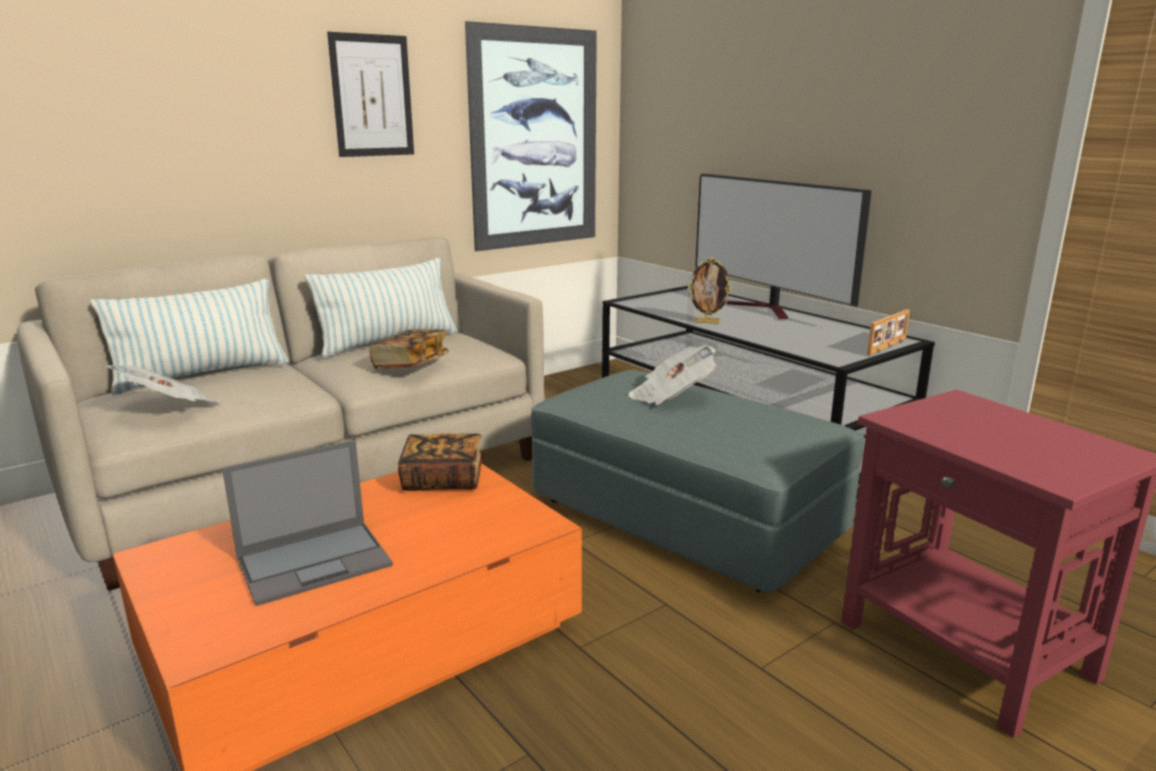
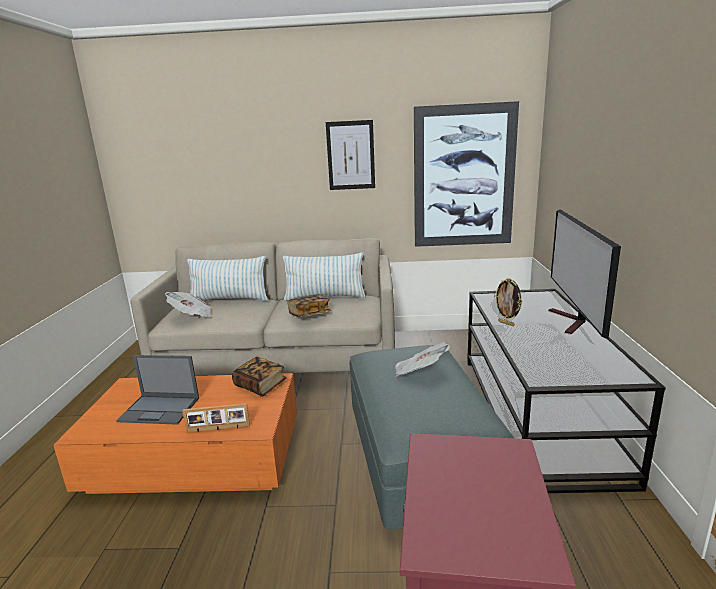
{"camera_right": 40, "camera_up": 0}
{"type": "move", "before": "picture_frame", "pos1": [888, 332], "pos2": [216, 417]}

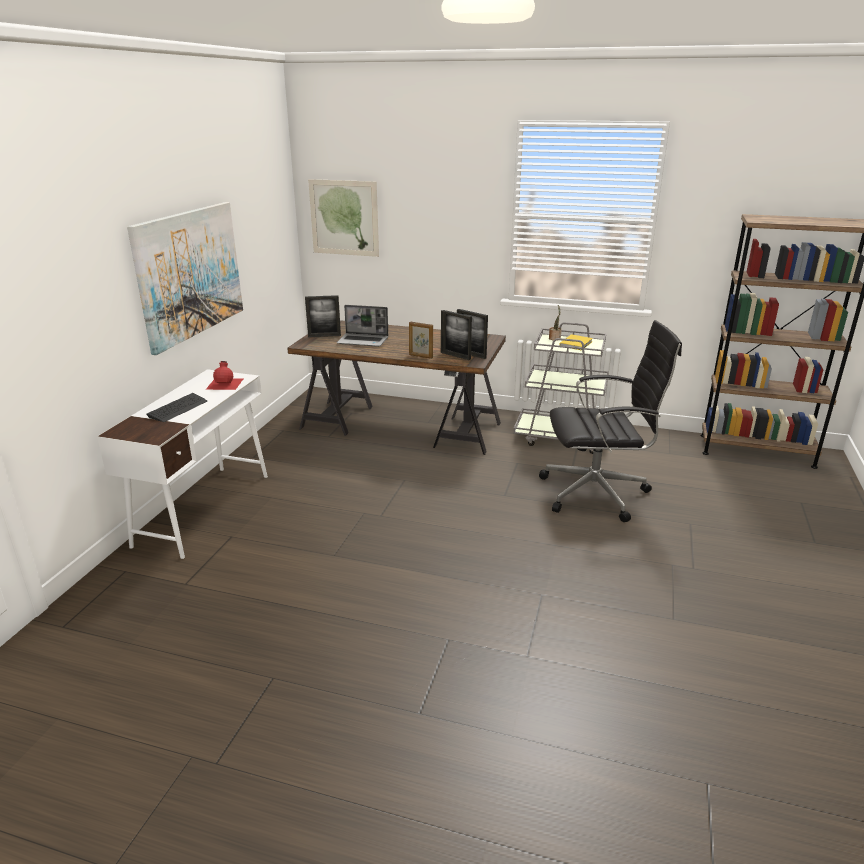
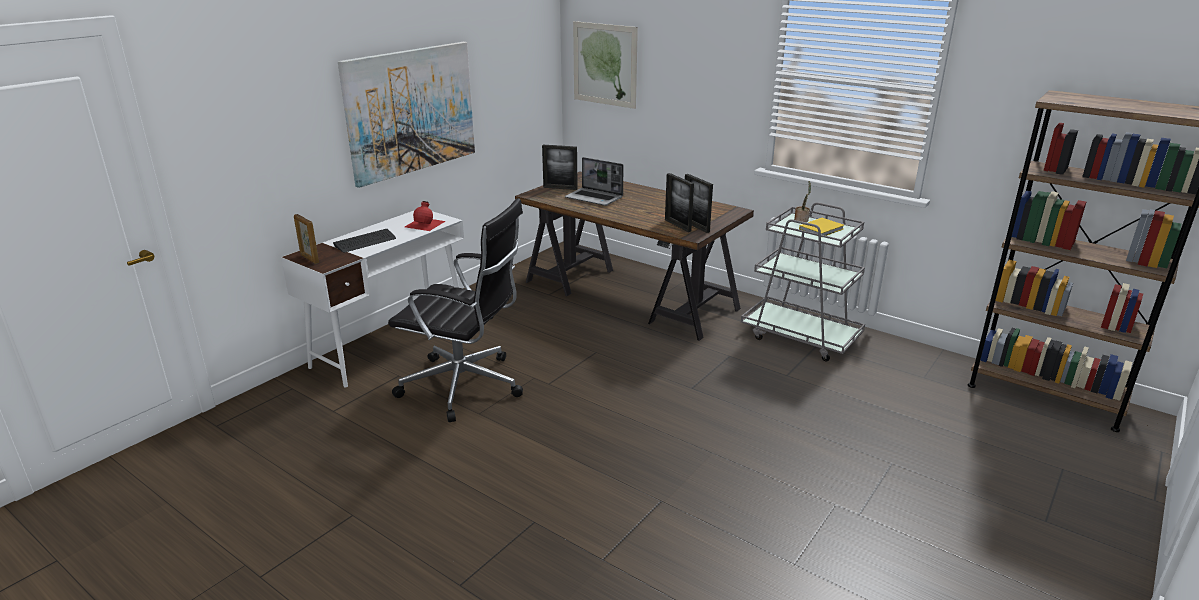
{"camera_right": 20, "camera_up": 0}
{"type": "move", "before": "picture_frame", "pos1": [421, 340], "pos2": [306, 239]}
{"type": "move", "before": "black_office_chair", "pos1": [610, 421], "pos2": [455, 310]}

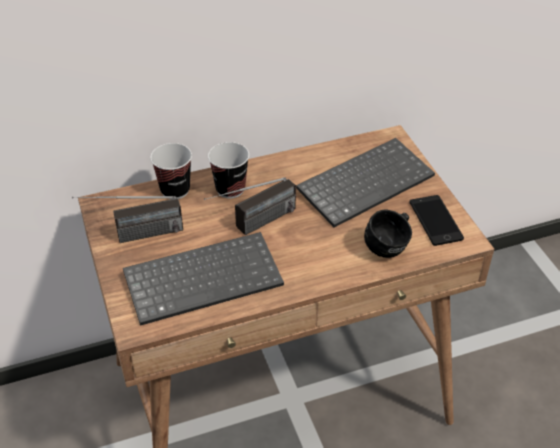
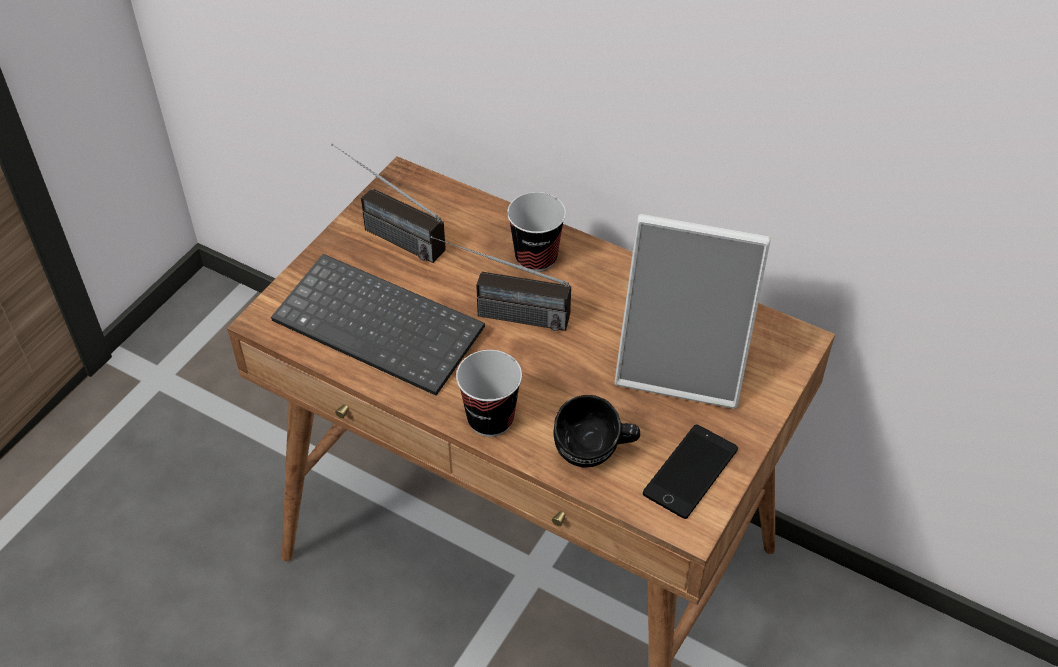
{"camera_right": 50, "camera_up": 5}
{"type": "move", "before": "cup", "pos1": [171, 171], "pos2": [489, 393]}
{"type": "replace", "before": "keyboard", "after": "picture_frame", "pos1": [365, 182], "pos2": [692, 311]}

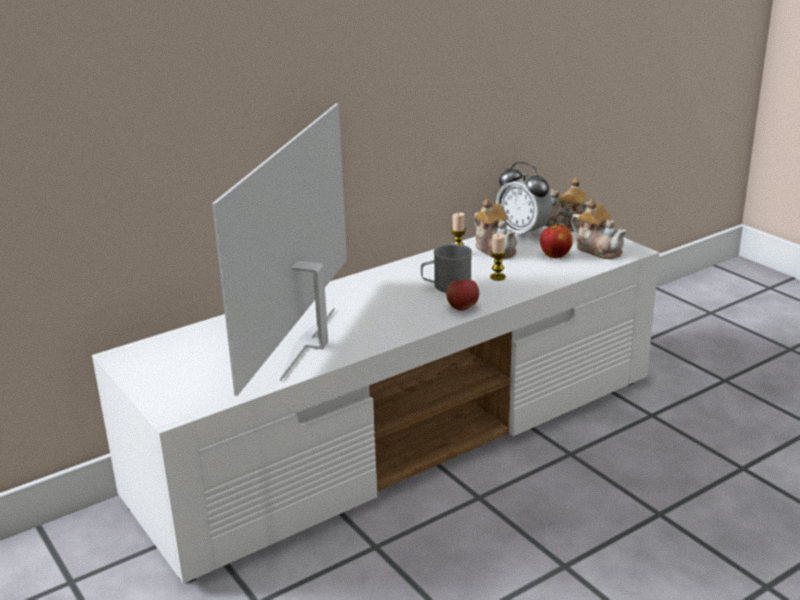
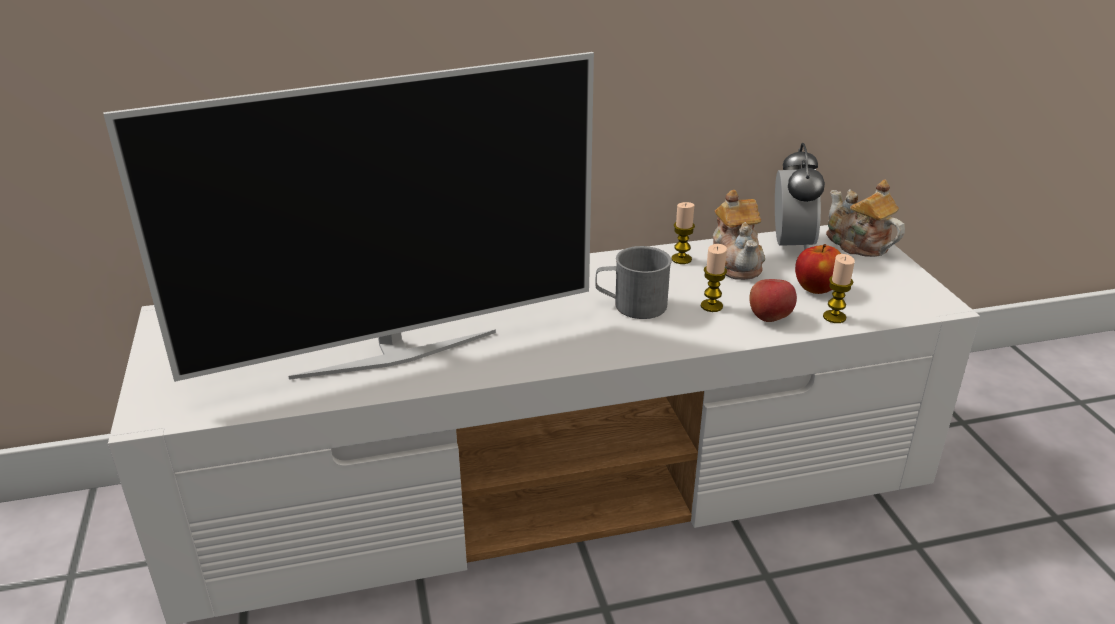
{"camera_right": 20, "camera_up": 5}
{"type": "delete", "before": "teapot", "pos1": [599, 229]}
{"type": "insert", "after": "candle", "pos2": [839, 288]}
{"type": "move", "before": "apple", "pos1": [462, 295], "pos2": [773, 300]}
{"type": "rotate", "before": "television", "pos1": [279, 249], "pos2": [348, 217], "turn": -150}
{"type": "rotate", "before": "alarm_clock", "pos1": [524, 201], "pos2": [800, 196], "turn": -150}

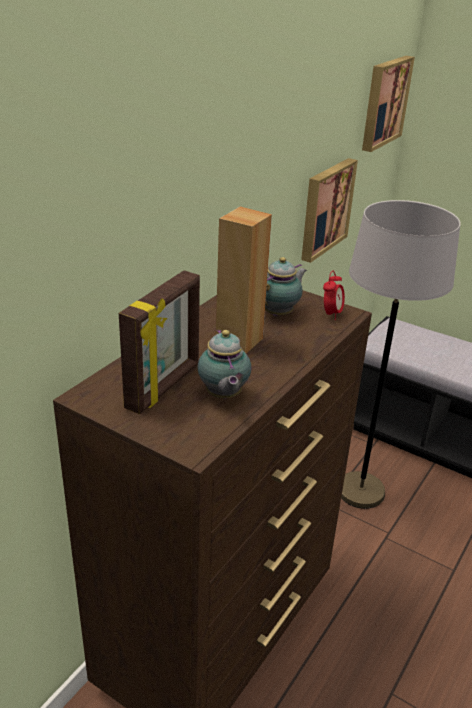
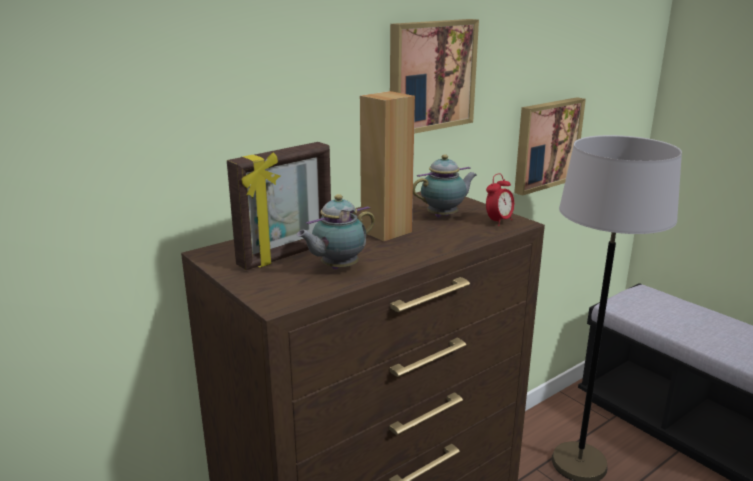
{"camera_right": 20, "camera_up": -10}
{"type": "move", "before": "picture", "pos1": [388, 104], "pos2": [434, 76]}
{"type": "rotate", "before": "teapot", "pos1": [224, 364], "pos2": [336, 231], "turn": 45}

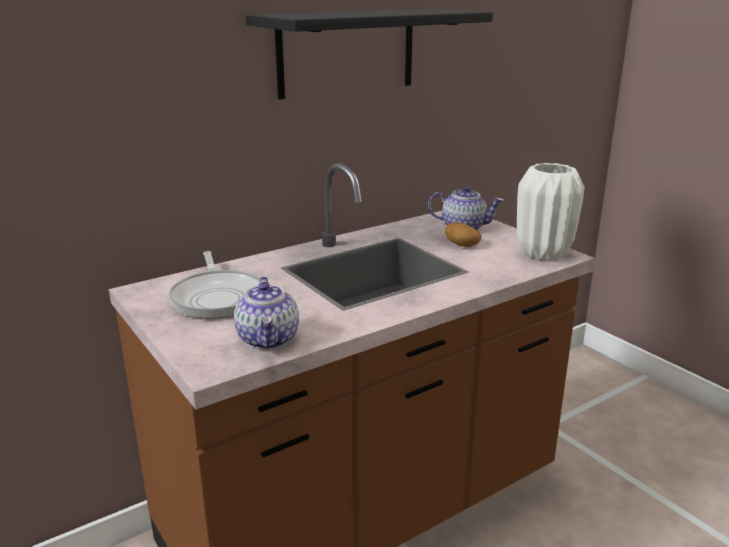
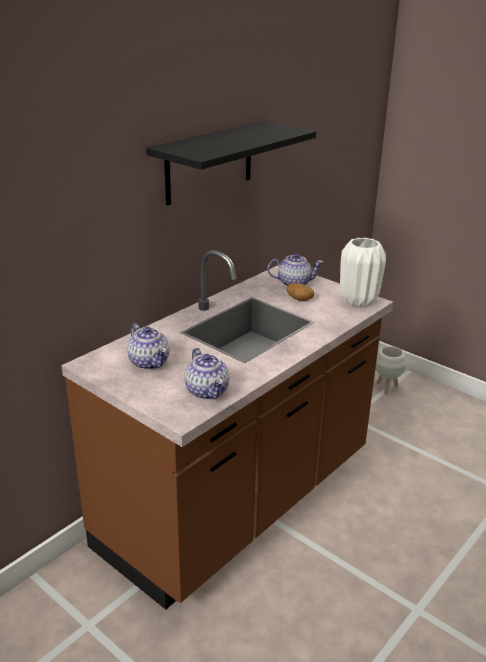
{"camera_right": -15, "camera_up": 5}
{"type": "insert", "after": "white_planter", "pos2": [390, 370]}
{"type": "replace", "before": "frying_pan", "after": "teapot", "pos1": [214, 285], "pos2": [148, 346]}

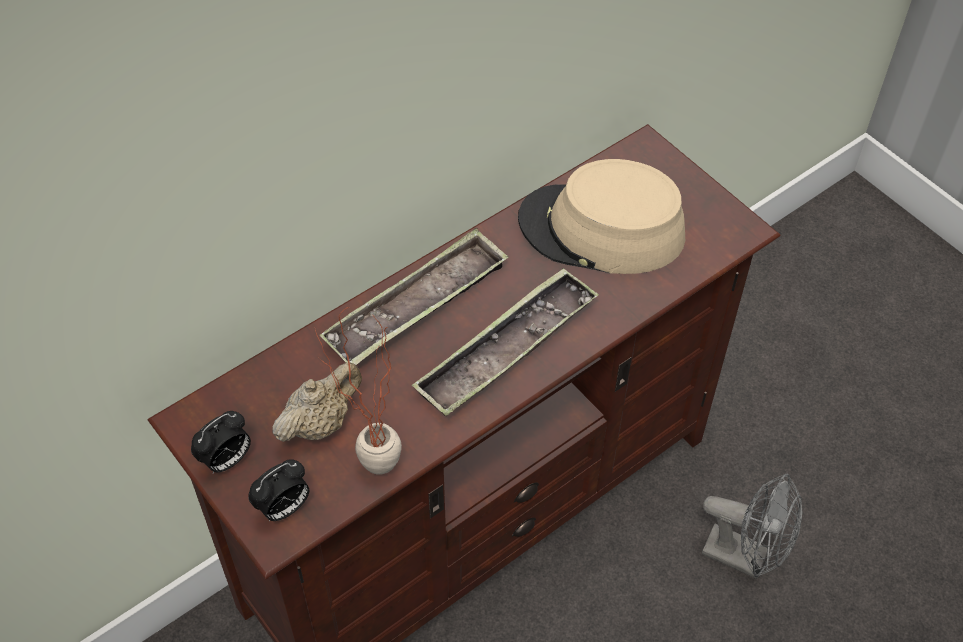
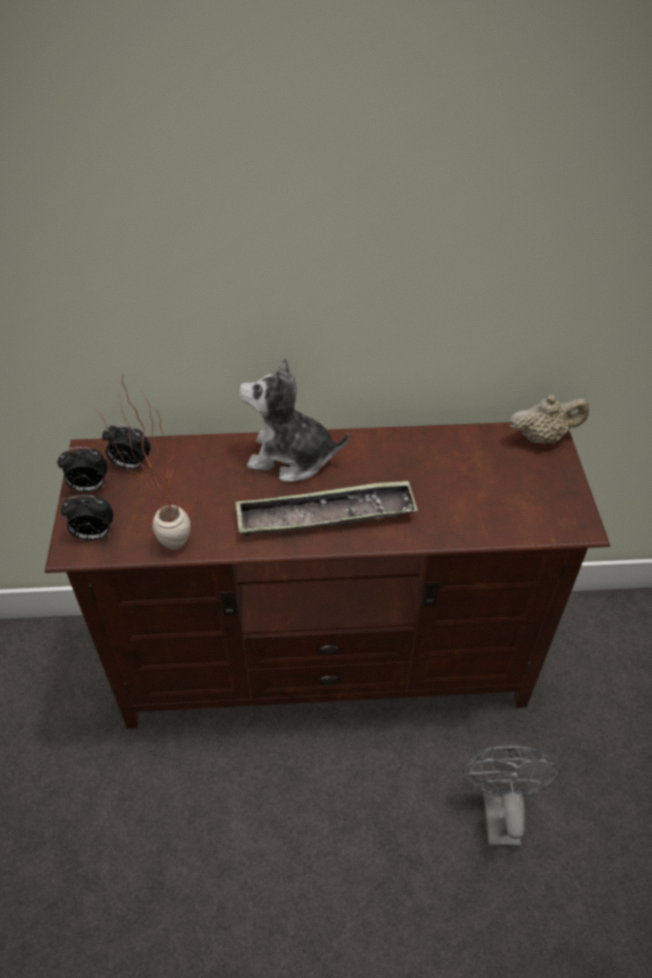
{"camera_right": 35, "camera_up": -5}
{"type": "delete", "before": "beige_hat", "pos1": [601, 216]}
{"type": "insert", "after": "alarm_clock", "pos2": [126, 446]}
{"type": "move", "before": "beige_teapot", "pos1": [317, 402], "pos2": [549, 419]}
{"type": "replace", "before": "tray", "after": "plush_toy", "pos1": [414, 296], "pos2": [294, 420]}
{"type": "rotate", "before": "grey_fan", "pos1": [752, 526], "pos2": [511, 796], "turn": -150}

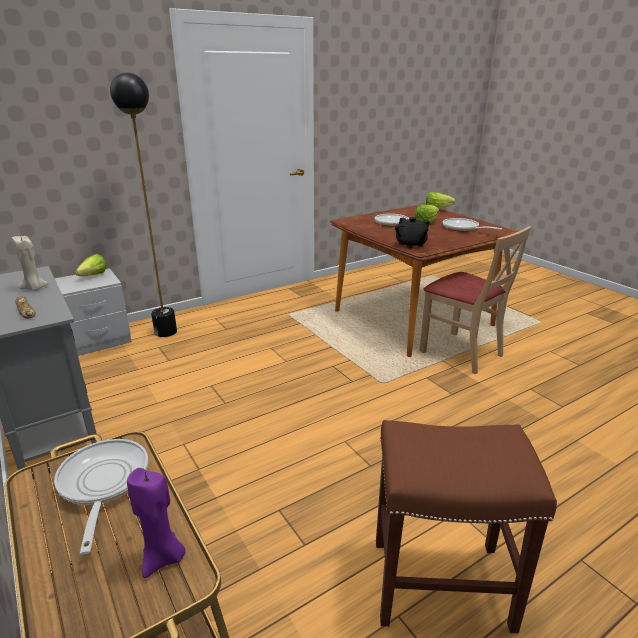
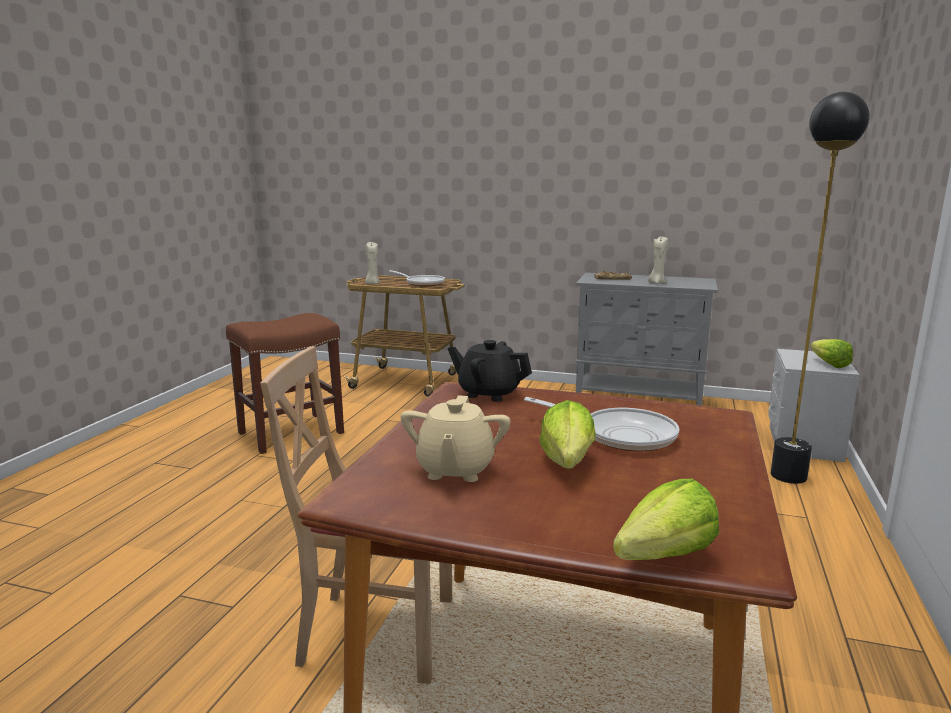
{"camera_right": 140, "camera_up": -10}
{"type": "replace", "before": "frying_pan", "after": "beige_teapot", "pos1": [472, 225], "pos2": [455, 438]}
{"type": "recolor", "before": "purple_candle", "after": "beige_candle", "pos1": [156, 523], "pos2": [372, 263]}

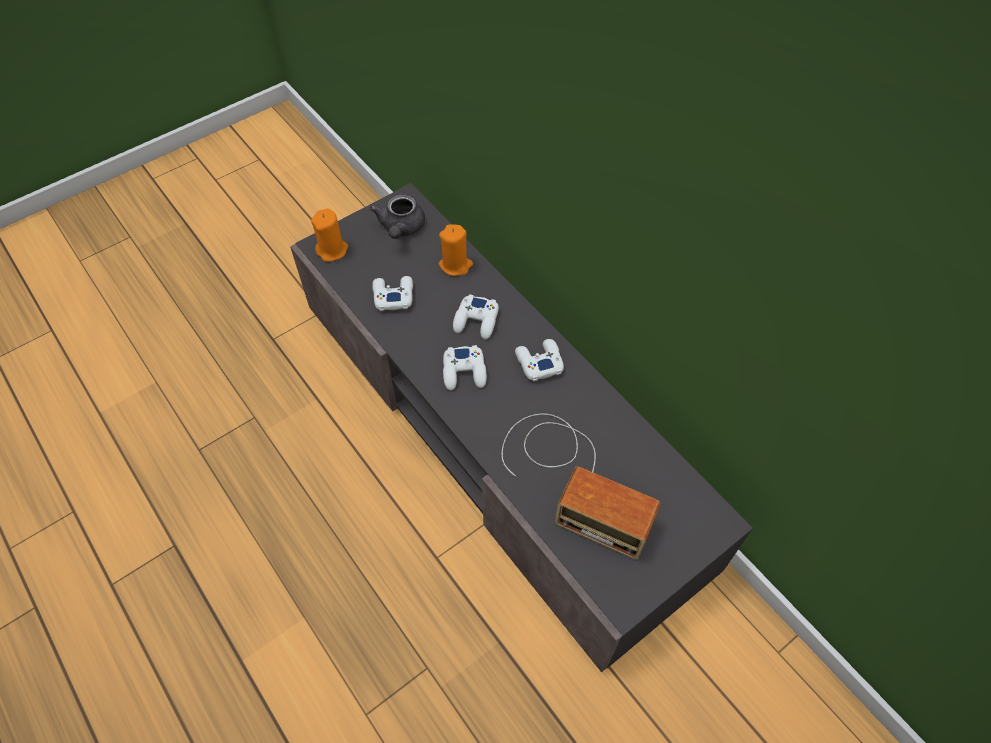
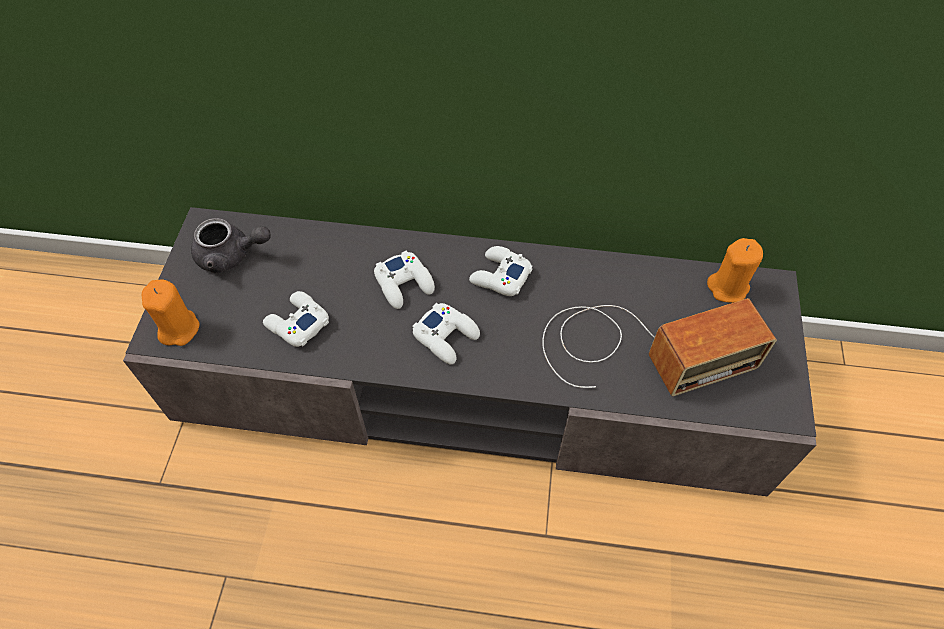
{"camera_right": -45, "camera_up": 0}
{"type": "move", "before": "orange_candle", "pos1": [456, 250], "pos2": [735, 270]}
{"type": "rotate", "before": "grey_teapot", "pos1": [397, 217], "pos2": [231, 245], "turn": -45}

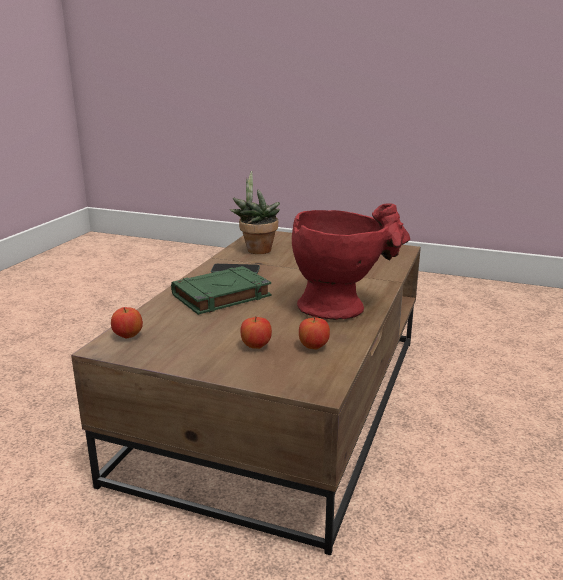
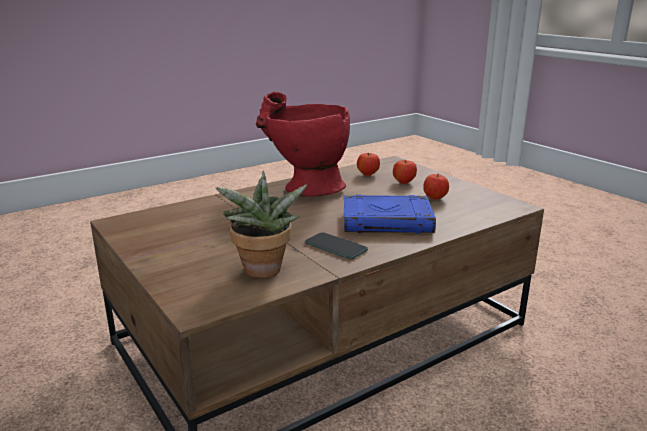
{"camera_right": -145, "camera_up": 0}
{"type": "move", "before": "apple", "pos1": [127, 323], "pos2": [436, 187]}
{"type": "recolor", "before": "green_book", "after": "blue_book", "pos1": [221, 290], "pos2": [390, 213]}

